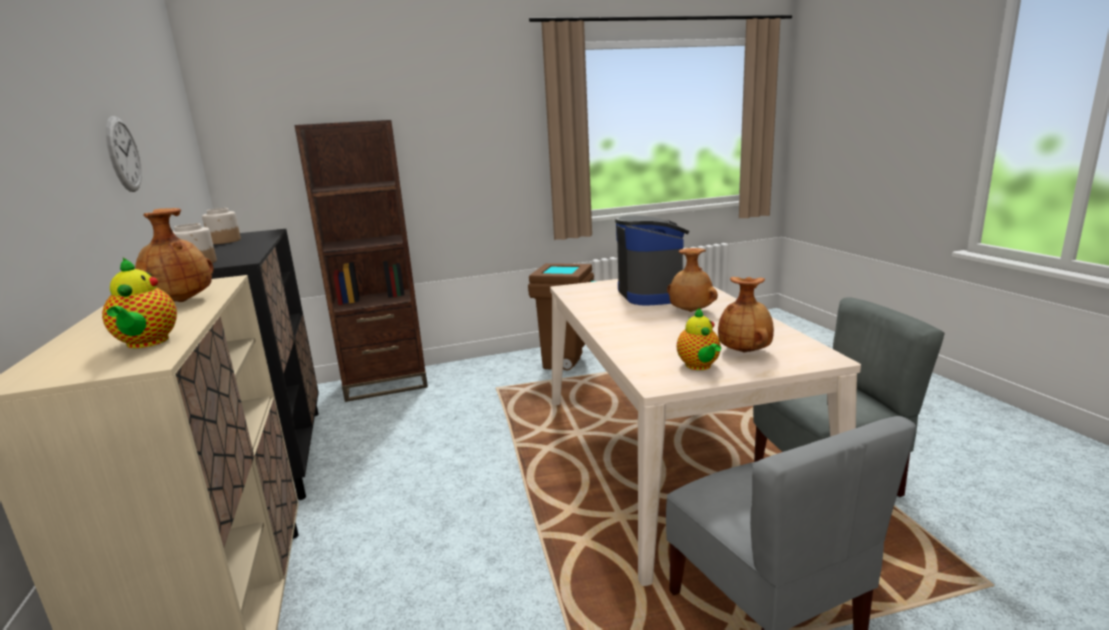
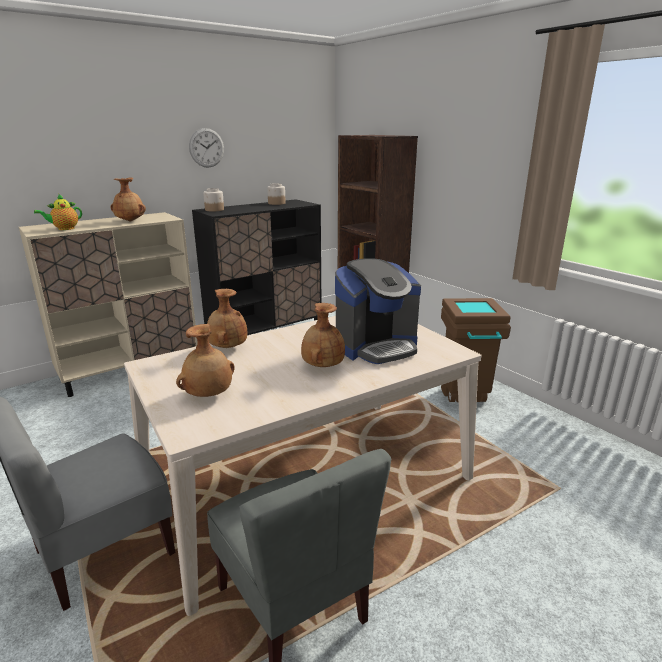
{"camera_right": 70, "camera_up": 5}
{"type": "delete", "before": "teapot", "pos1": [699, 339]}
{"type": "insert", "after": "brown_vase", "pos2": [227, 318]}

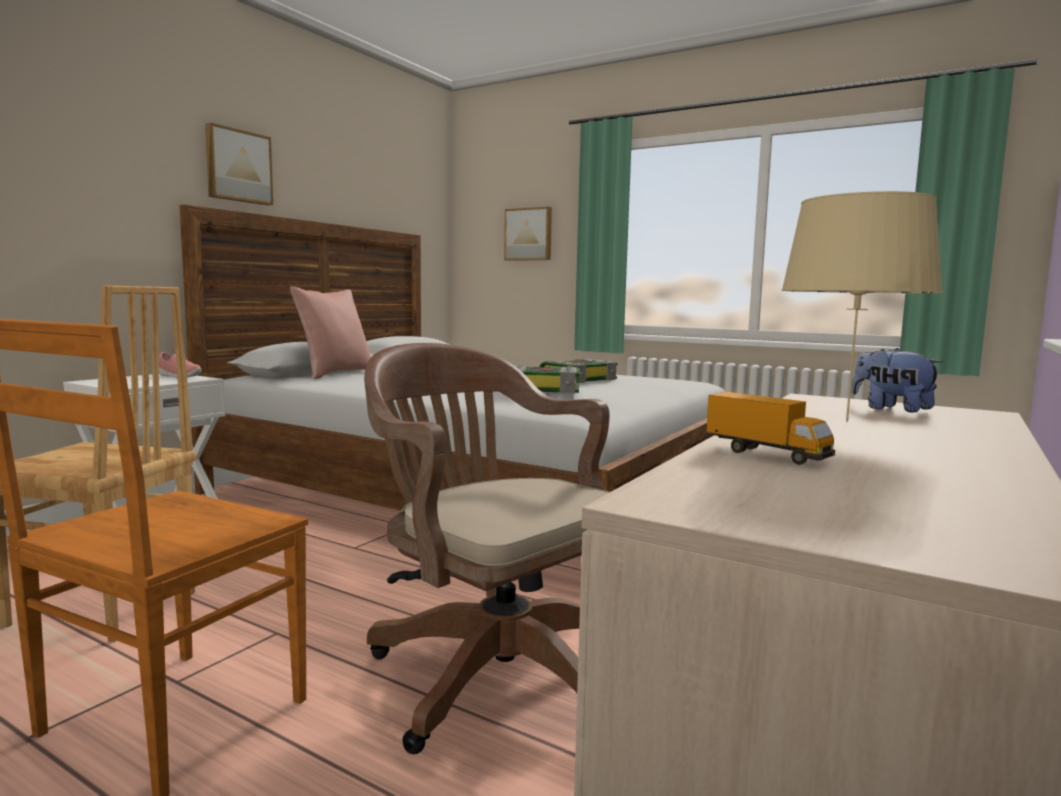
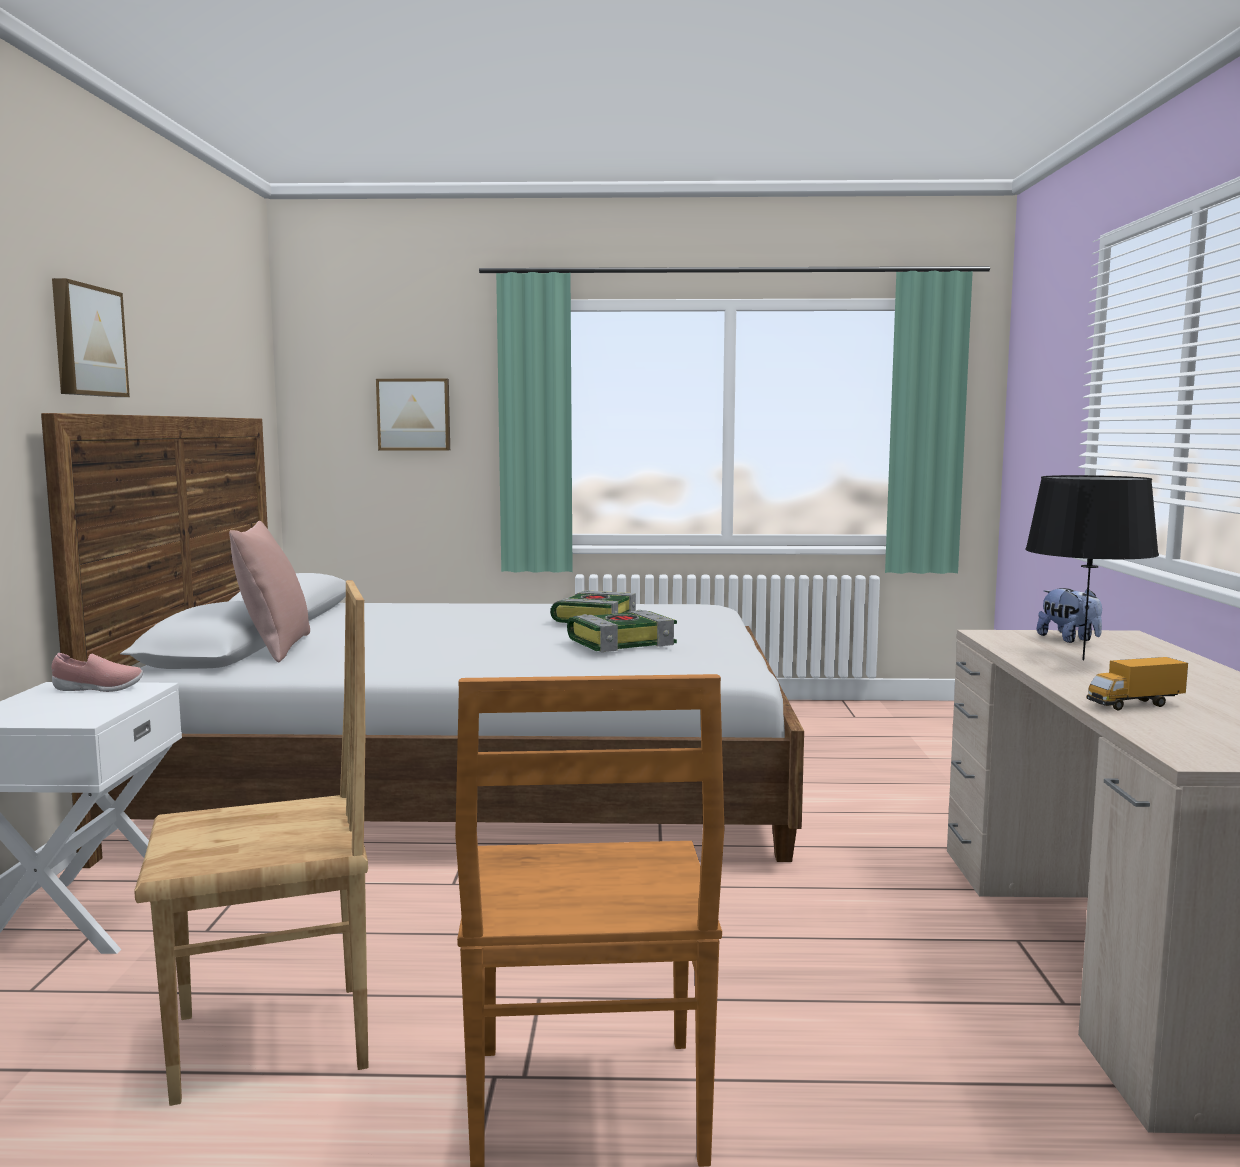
{"camera_right": -30, "camera_up": 0}
{"type": "delete", "before": "brown_office_chair", "pos1": [487, 548]}
{"type": "recolor", "before": "beige_table_lamp", "after": "black_table_lamp", "pos1": [862, 306], "pos2": [1092, 567]}
{"type": "rotate", "before": "toy_truck", "pos1": [770, 428], "pos2": [1137, 683], "turn": 150}
{"type": "rotate", "before": "plush_toy", "pos1": [897, 380], "pos2": [1069, 615], "turn": -135}

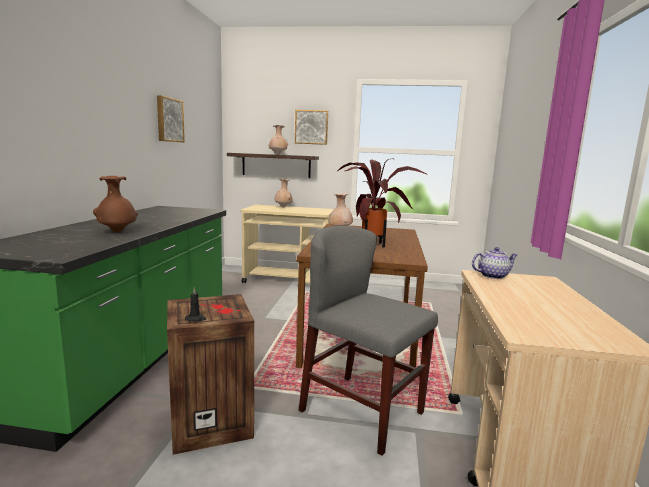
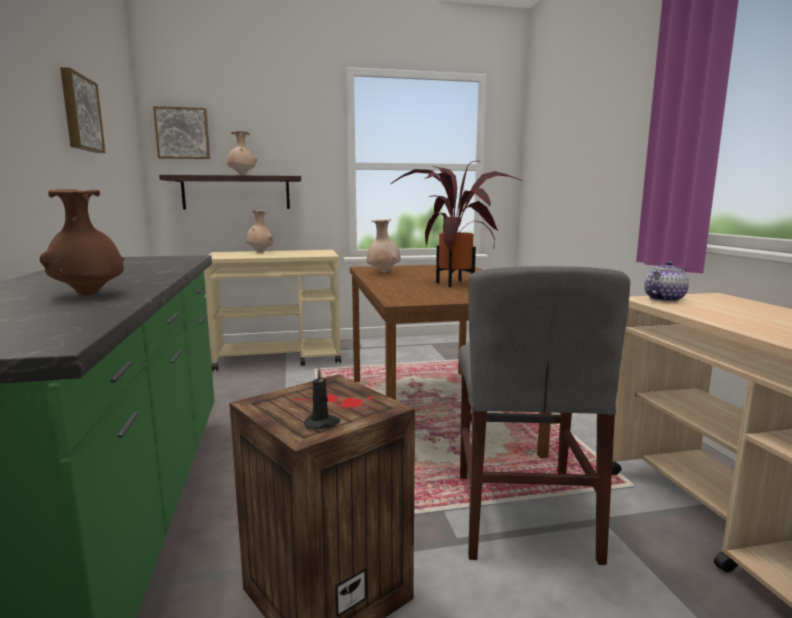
{"camera_right": -20, "camera_up": 0}
{"type": "move", "before": "picture", "pos1": [311, 127], "pos2": [181, 132]}
{"type": "rotate", "before": "grey_chair", "pos1": [368, 341], "pos2": [544, 415], "turn": -105}

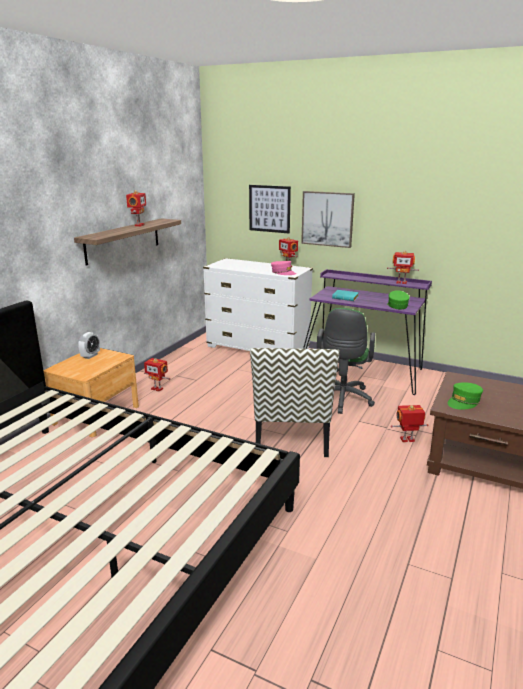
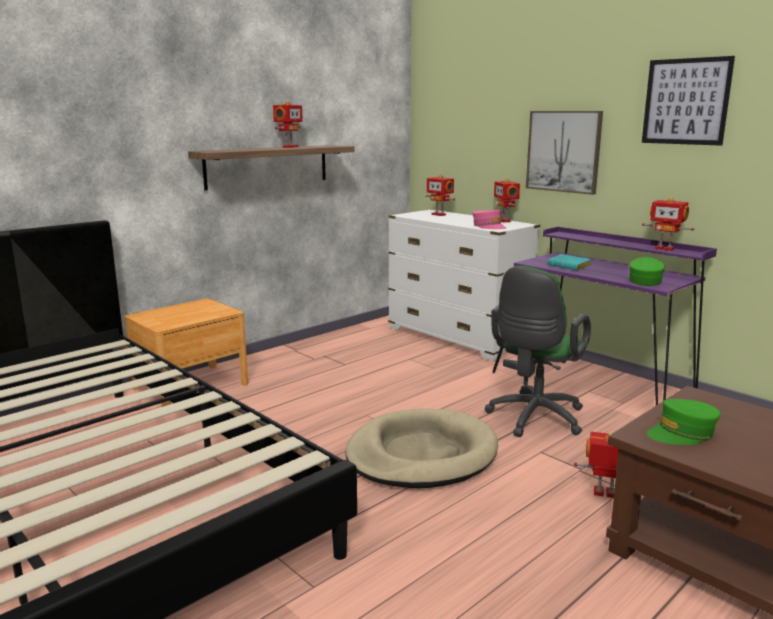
{"camera_right": 20, "camera_up": -5}
{"type": "delete", "before": "alarm_clock", "pos1": [89, 345]}
{"type": "move", "before": "toy_robot", "pos1": [157, 375], "pos2": [440, 195]}
{"type": "move", "before": "picture", "pos1": [270, 209], "pos2": [688, 101]}
{"type": "replace", "before": "chair", "after": "beige_dog_bed", "pos1": [295, 402], "pos2": [422, 448]}

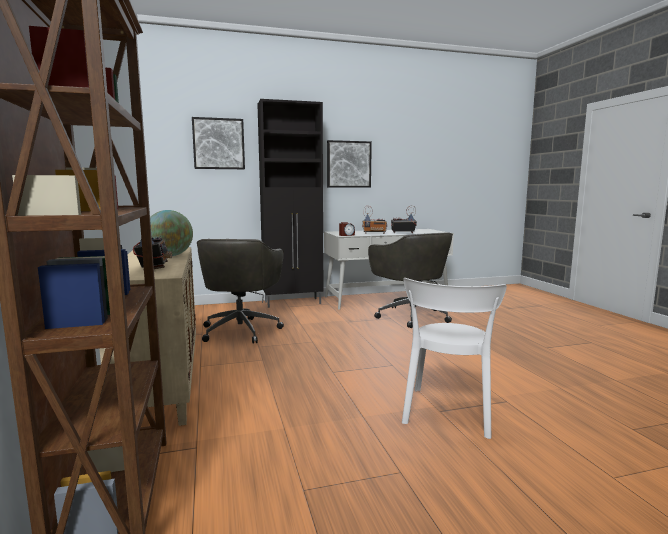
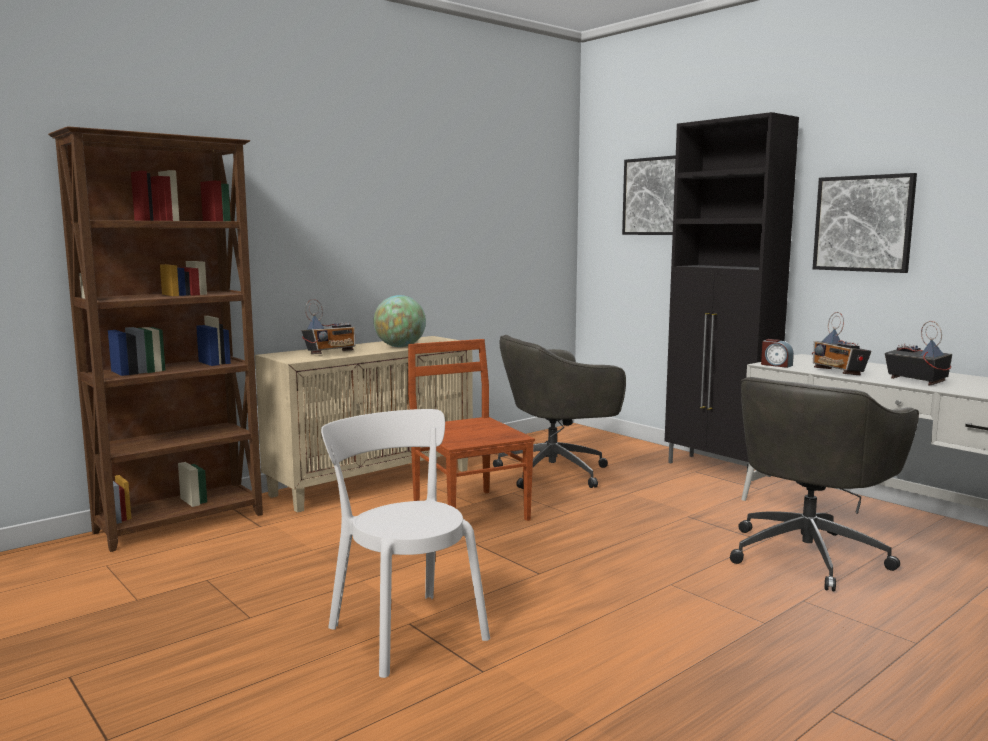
{"camera_right": 65, "camera_up": 0}
{"type": "insert", "after": "brown_chair", "pos2": [471, 430]}
{"type": "rotate", "before": "white_chair", "pos1": [454, 358], "pos2": [405, 543], "turn": 60}

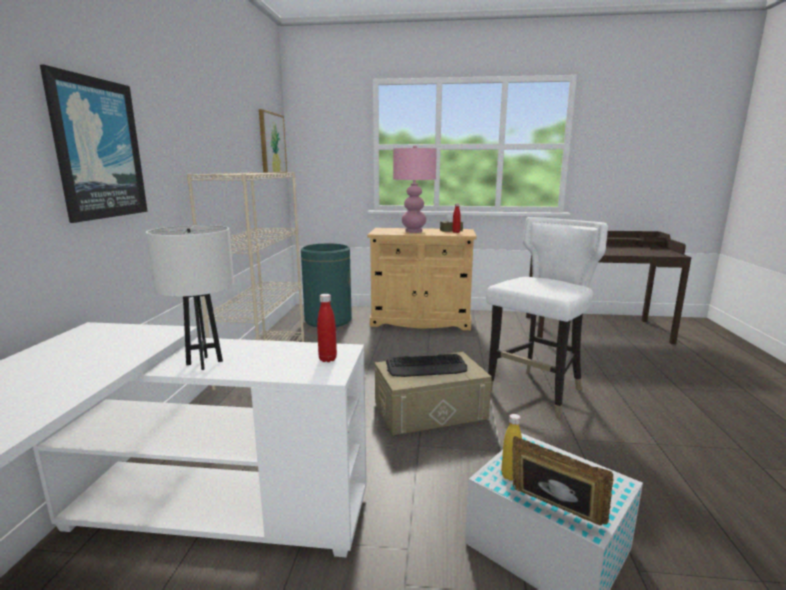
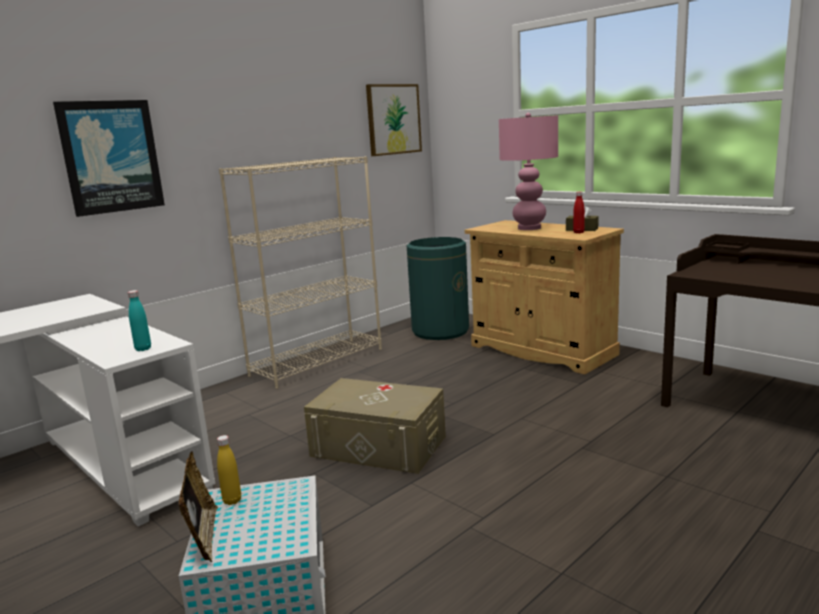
{"camera_right": 40, "camera_up": 0}
{"type": "delete", "before": "white_table_lamp", "pos1": [190, 297]}
{"type": "delete", "before": "keyboard", "pos1": [426, 365]}
{"type": "delete", "before": "white_chair", "pos1": [547, 317]}
{"type": "recolor", "before": "red_bottle", "after": "turquoise_bottle", "pos1": [327, 328], "pos2": [139, 320]}

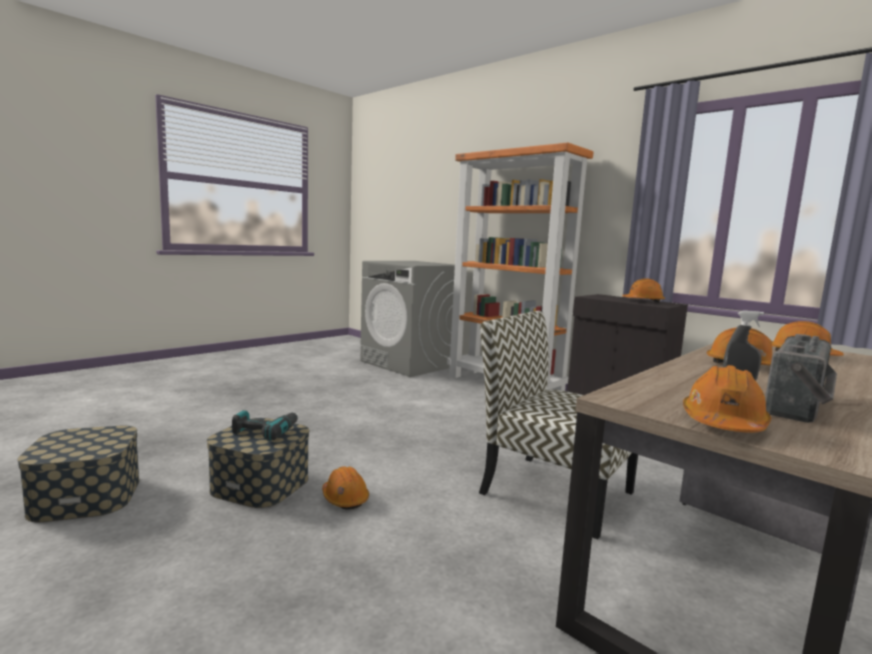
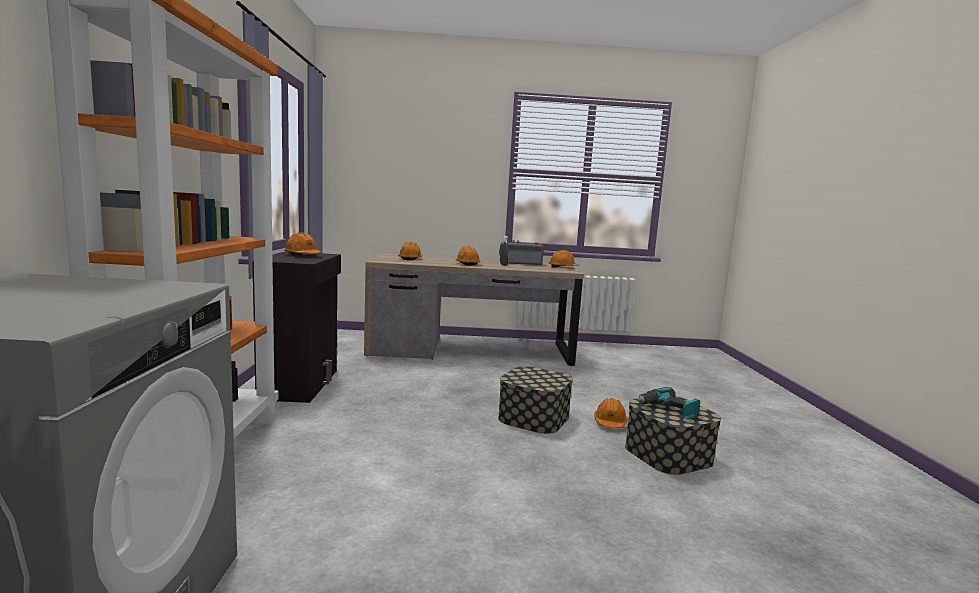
{"camera_right": -135, "camera_up": 0}
{"type": "delete", "before": "chair", "pos1": [558, 425]}
{"type": "move", "before": "storage_box", "pos1": [78, 474], "pos2": [535, 400]}

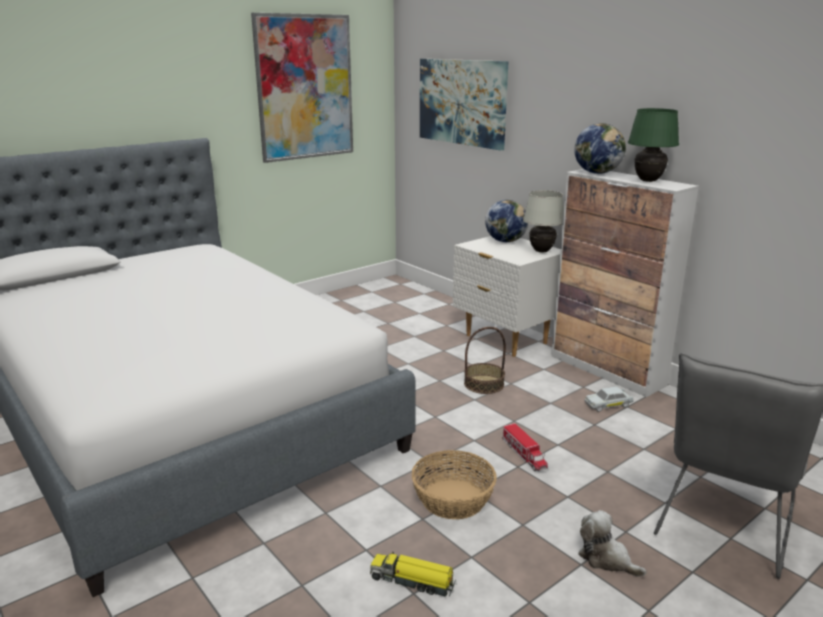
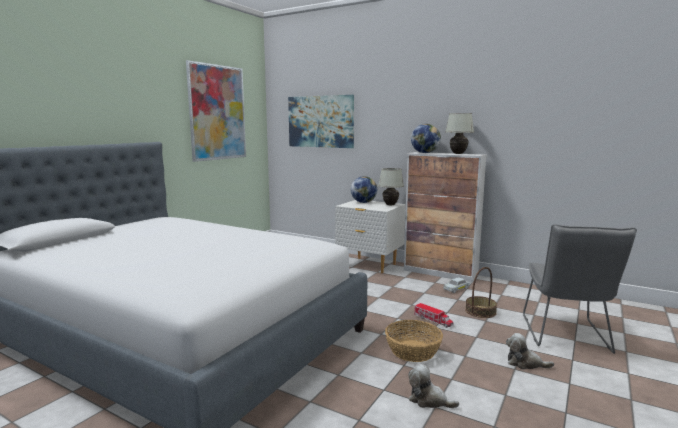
{"camera_right": -20, "camera_up": -10}
{"type": "move", "before": "basket", "pos1": [485, 360], "pos2": [481, 292]}
{"type": "replace", "before": "toy_truck", "after": "plush_toy", "pos1": [413, 574], "pos2": [433, 386]}
{"type": "recolor", "before": "green_table_lamp", "after": "white_table_lamp", "pos1": [653, 145], "pos2": [459, 133]}

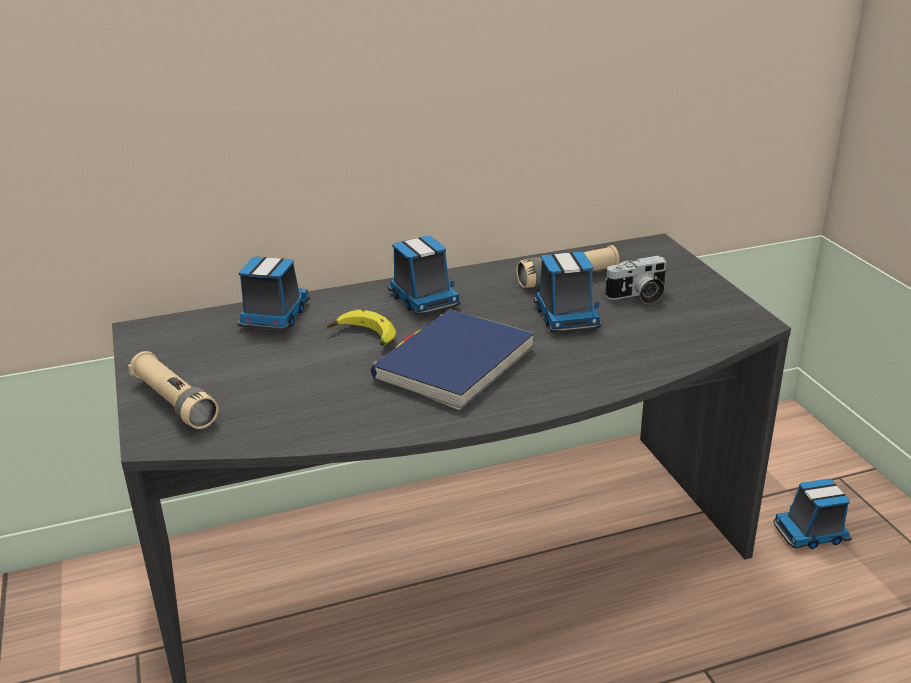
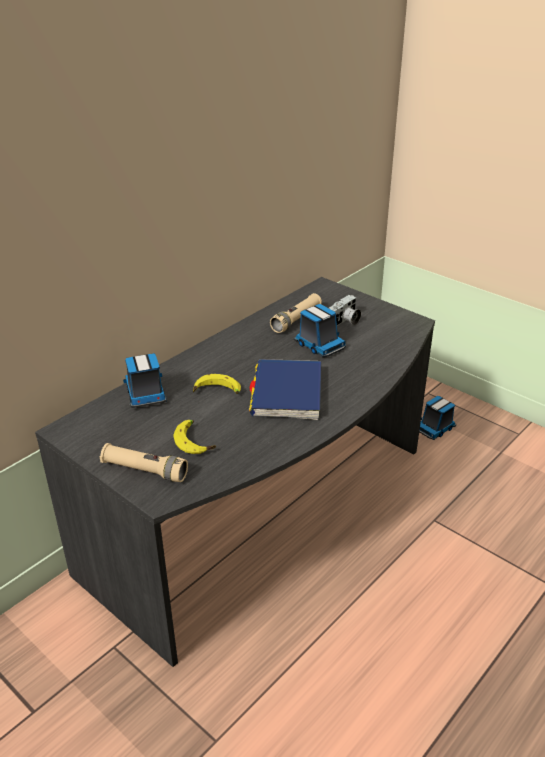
{"camera_right": -30, "camera_up": 5}
{"type": "delete", "before": "toy_truck", "pos1": [424, 275]}
{"type": "insert", "after": "banana", "pos2": [194, 437]}

